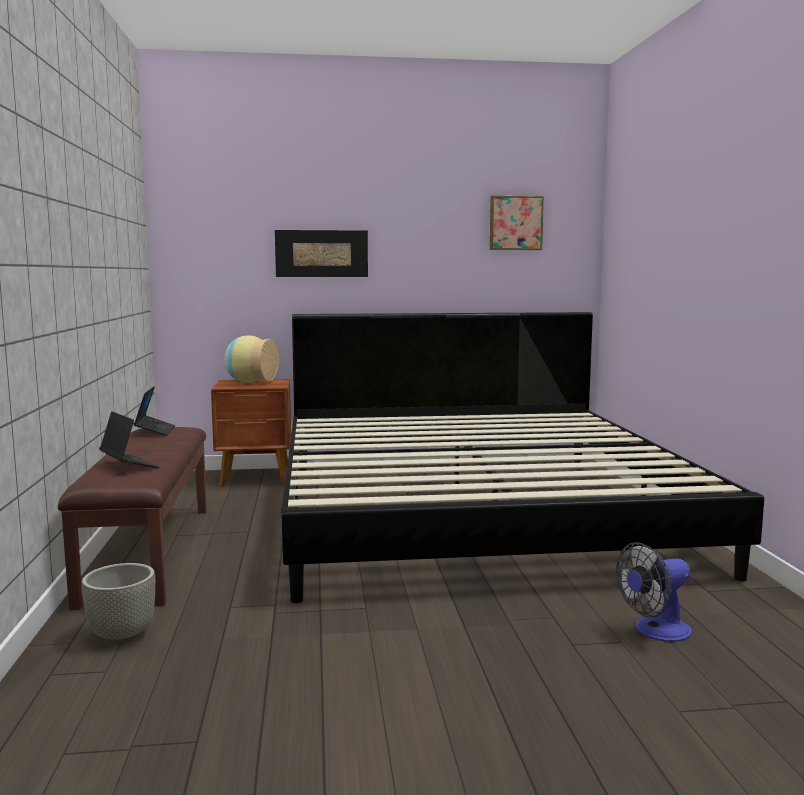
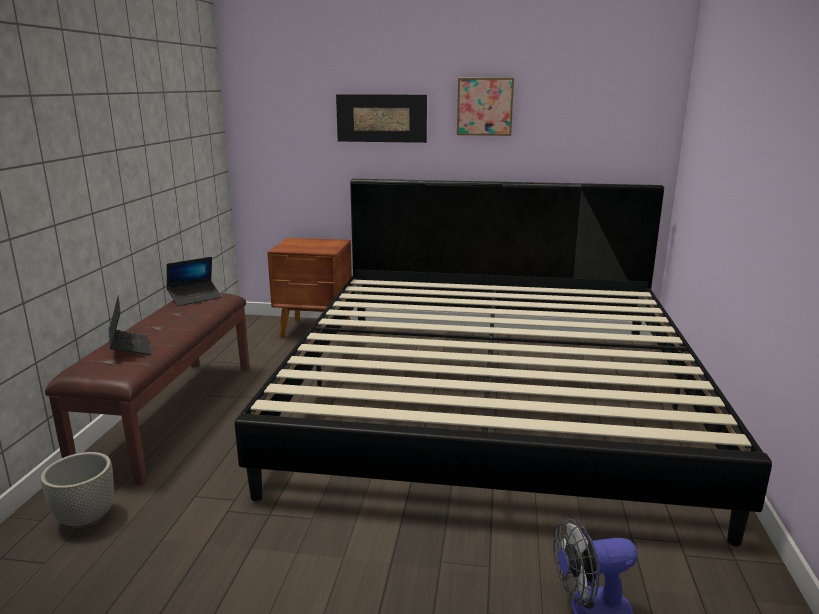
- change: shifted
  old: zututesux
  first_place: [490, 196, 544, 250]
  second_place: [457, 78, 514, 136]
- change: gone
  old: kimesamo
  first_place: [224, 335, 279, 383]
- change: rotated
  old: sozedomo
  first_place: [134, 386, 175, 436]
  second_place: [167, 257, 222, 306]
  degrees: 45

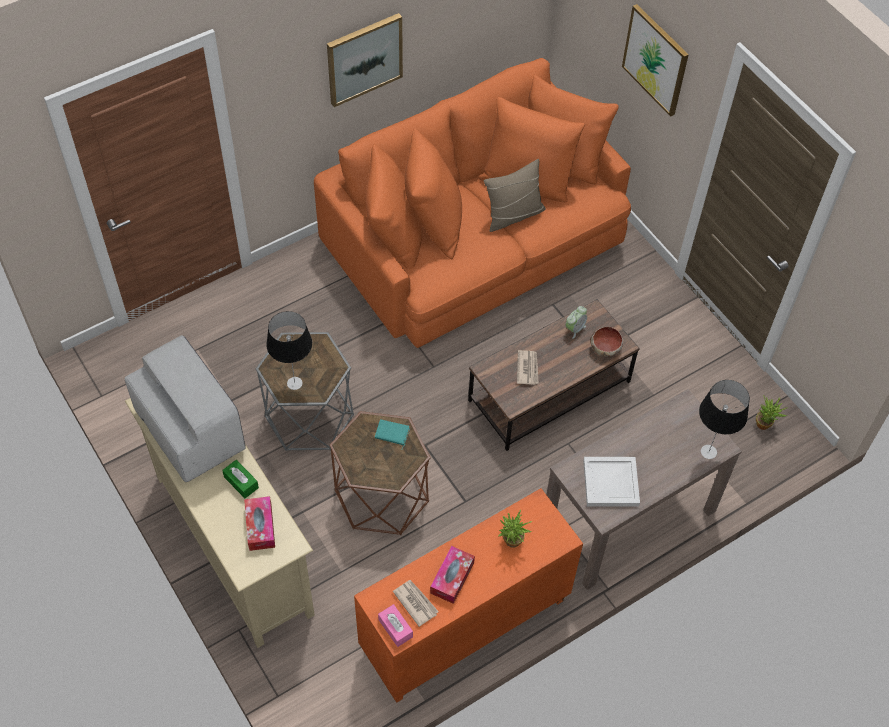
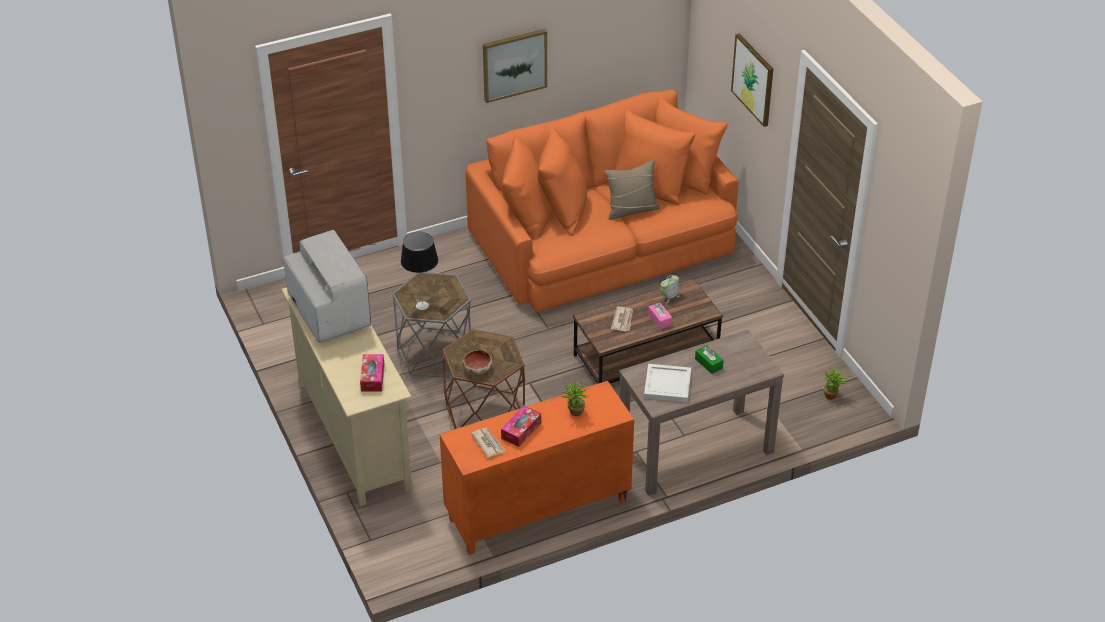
- change: shifted
  old: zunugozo
  first_place: [591, 327, 623, 356]
  second_place: [463, 350, 492, 375]
- change: gone
  old: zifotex
  first_place: [699, 380, 750, 459]
- change: gone
  old: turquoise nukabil
  first_place: [375, 419, 410, 449]
- change: shifted
  old: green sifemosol
  first_place: [222, 460, 259, 498]
  second_place: [695, 345, 724, 374]
- change: shifted
  old: pink sifemosol
  first_place: [378, 604, 413, 647]
  second_place: [648, 303, 672, 329]

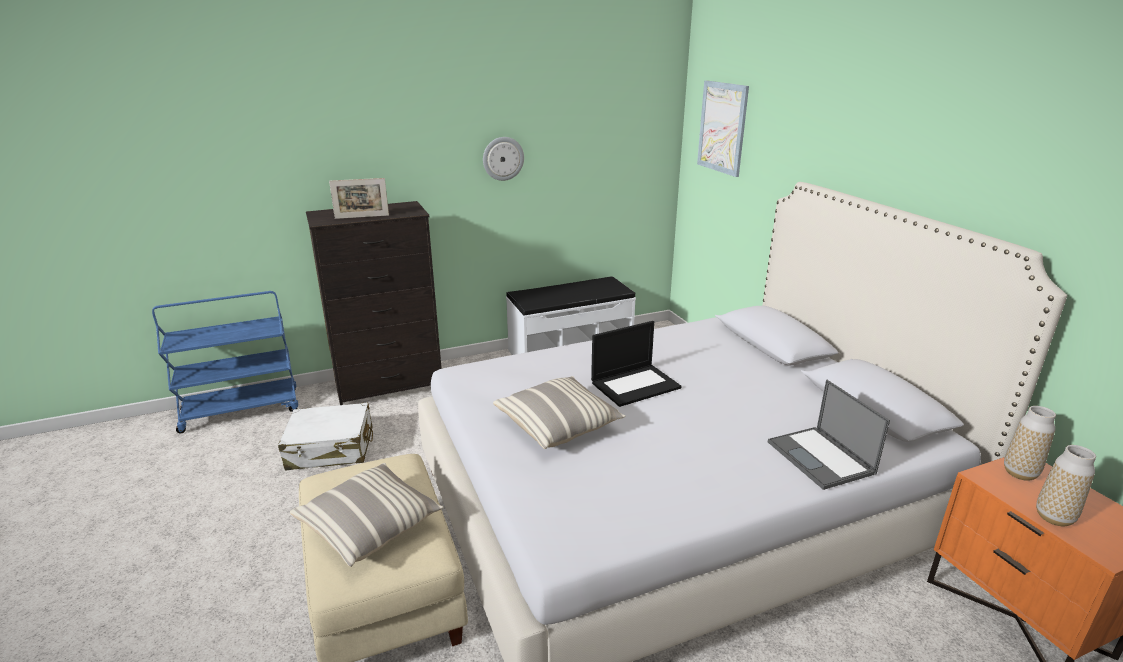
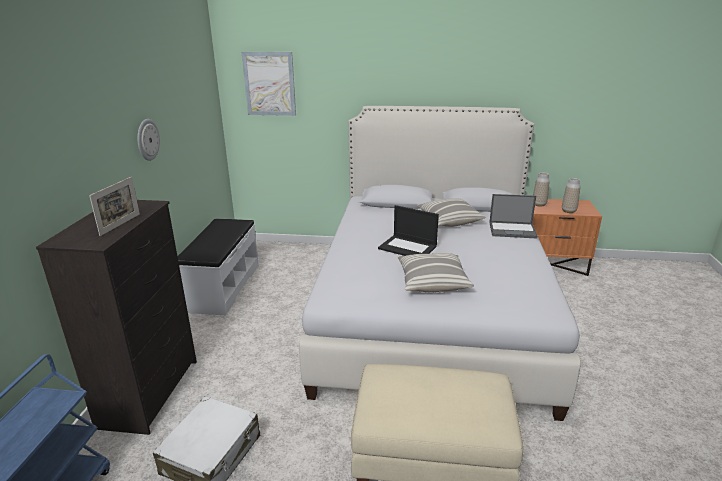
- change: rotated
  old: sozedomo
  first_place: [591, 321, 682, 407]
  second_place: [378, 205, 439, 256]
  degrees: 120
- change: shifted
  old: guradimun
  first_place: [290, 463, 443, 567]
  second_place: [417, 198, 485, 227]

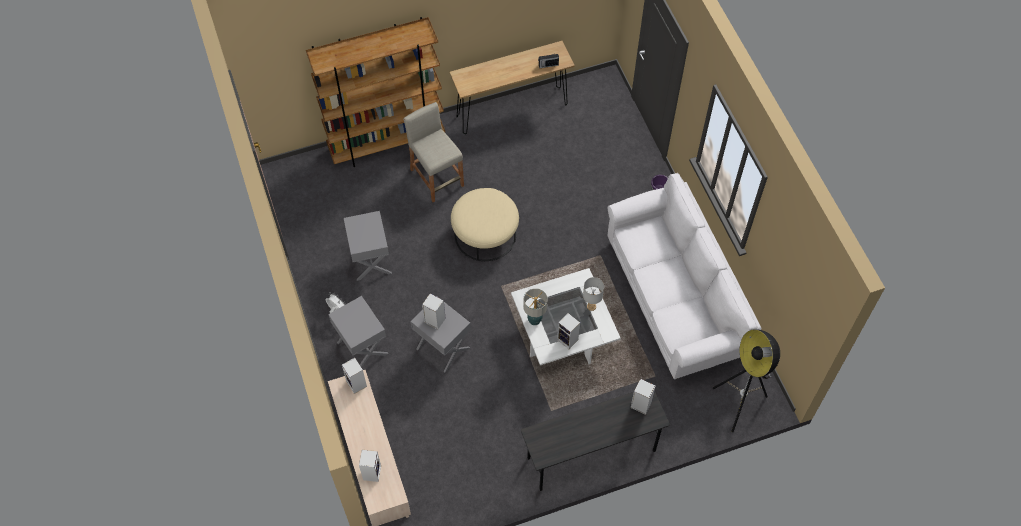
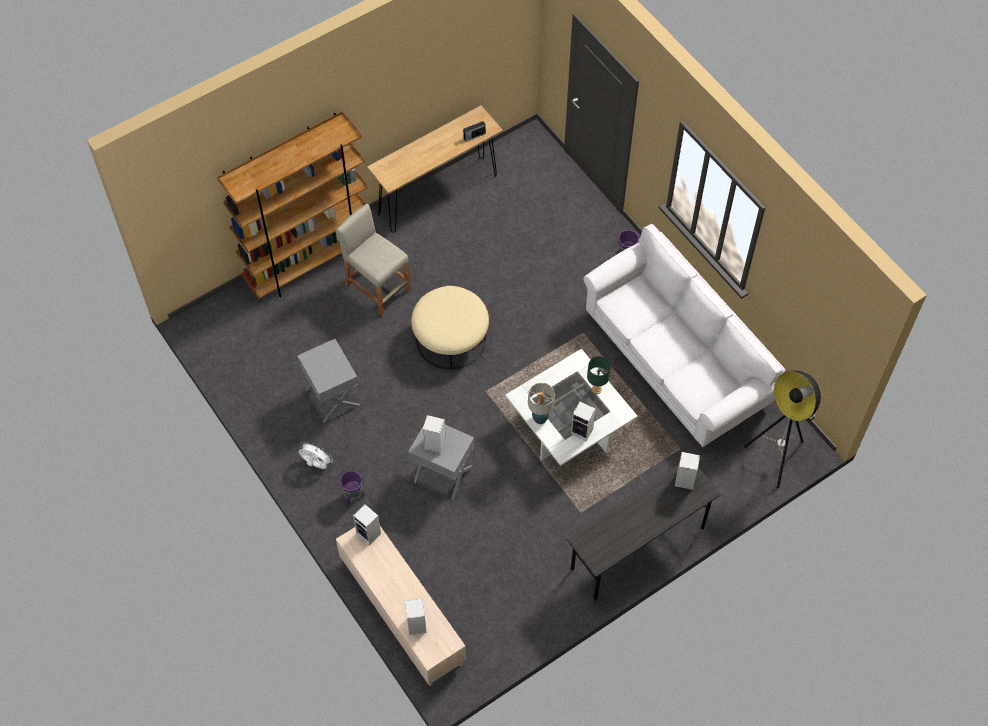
- change: repainted
  old: grey zifotex
  new: green zifotex
  first_place: [583, 277, 604, 311]
  second_place: [587, 356, 611, 394]
- change: swapped
  old: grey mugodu
  new: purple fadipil
  first_place: [328, 296, 388, 368]
  second_place: [339, 470, 365, 505]

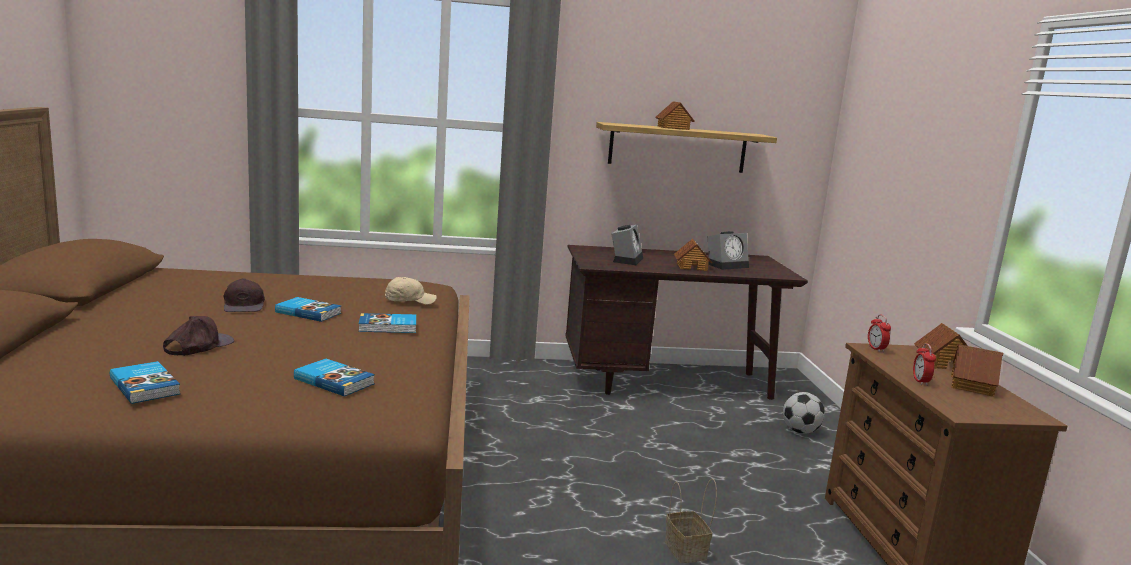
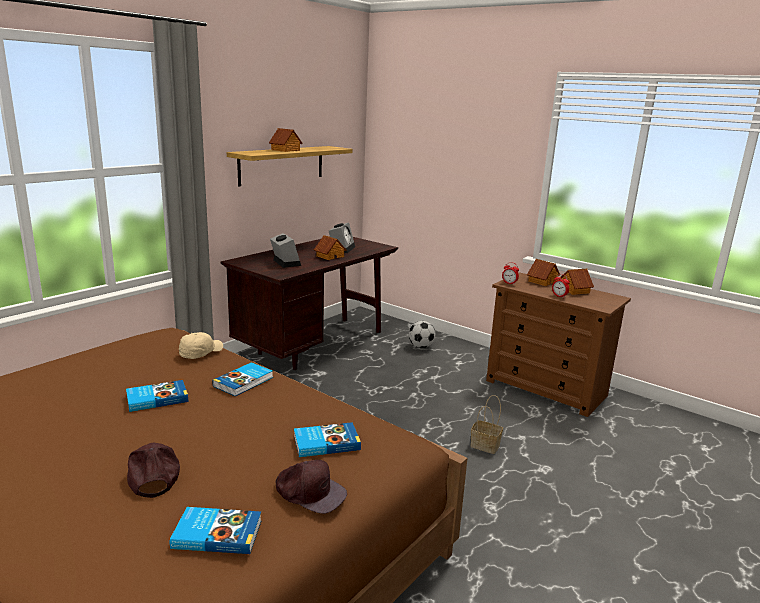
- change: shifted
  old: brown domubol
  first_place: [223, 278, 265, 312]
  second_place: [276, 460, 347, 514]

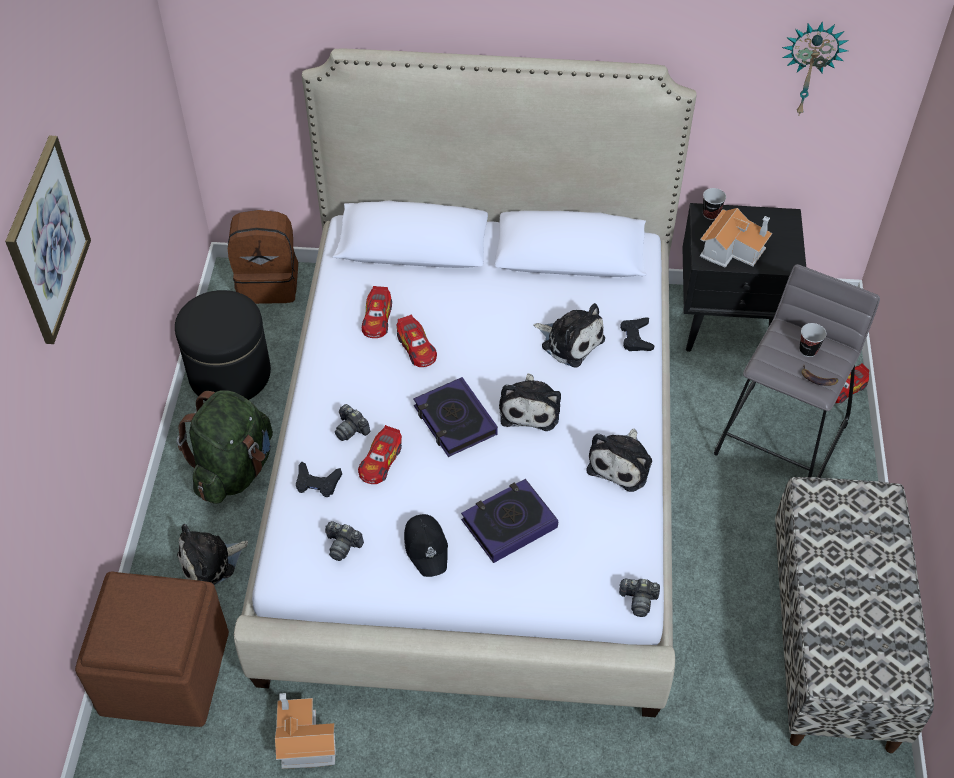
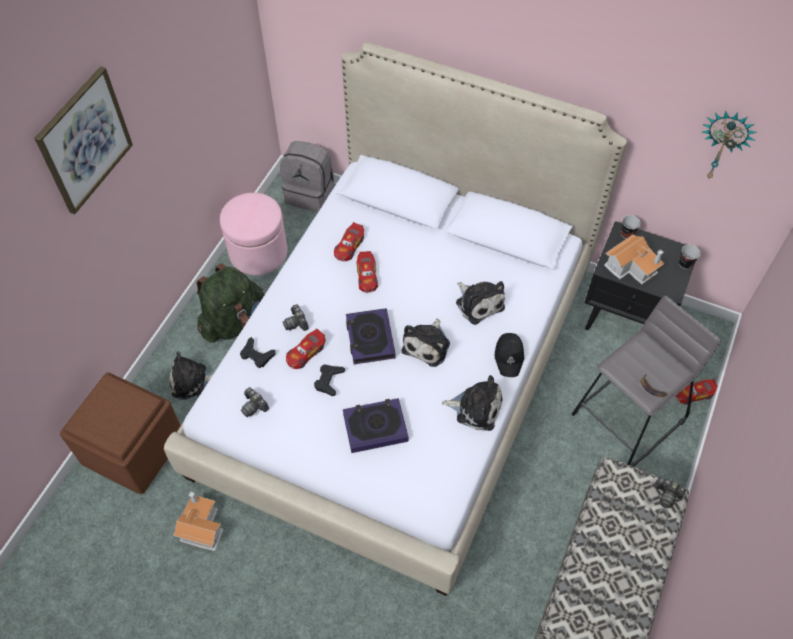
- change: repainted
  old: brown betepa
  new: grey betepa
  first_place: [228, 210, 298, 304]
  second_place: [280, 141, 334, 212]
- change: repainted
  old: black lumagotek
  new: pink lumagotek
  first_place: [175, 290, 271, 401]
  second_place: [220, 193, 288, 275]
- change: shifted
  old: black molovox
  first_place: [620, 317, 654, 351]
  second_place: [314, 365, 345, 396]
- change: shifted
  old: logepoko
  first_place: [799, 323, 827, 357]
  second_place: [679, 245, 701, 269]
- change: rotated
  old: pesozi
  first_place: [586, 428, 652, 492]
  second_place: [442, 375, 503, 431]
  degrees: -120
- change: shifted
  old: black domubol
  first_place: [404, 514, 448, 577]
  second_place: [495, 333, 524, 377]
- change: shifted
  old: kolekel
  first_place: [619, 579, 660, 617]
  second_place: [654, 477, 686, 508]

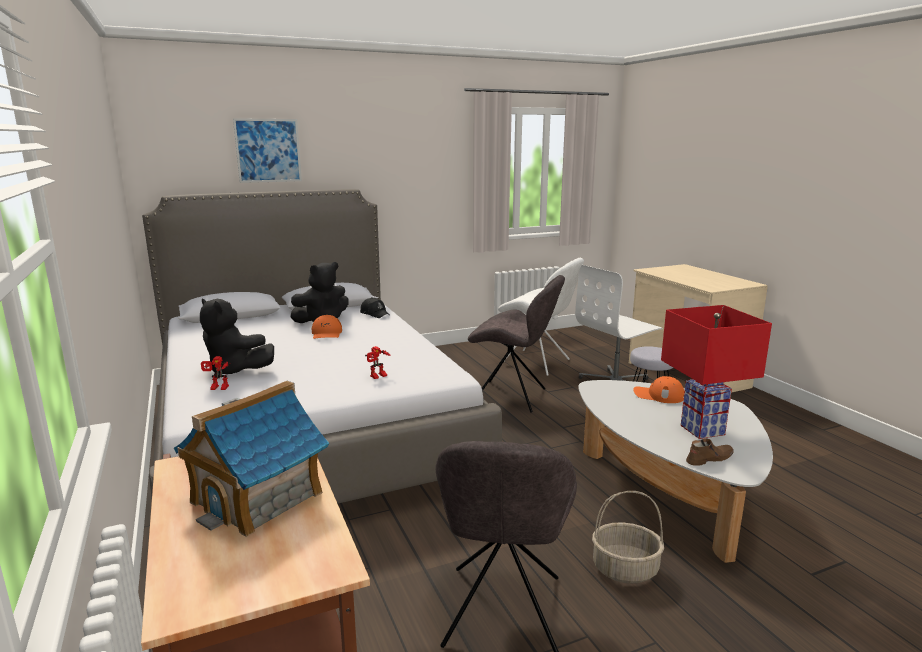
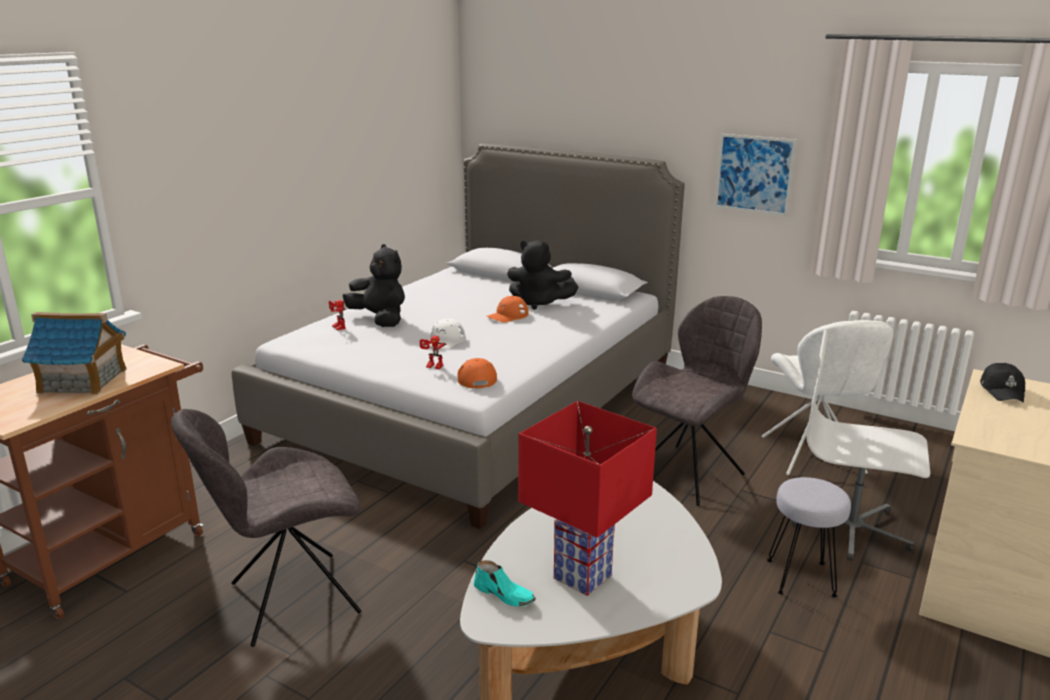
- change: shifted
  old: zututesux
  first_place: [233, 118, 302, 183]
  second_place: [715, 134, 796, 216]
- change: rotated
  old: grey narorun
  first_place: [468, 275, 565, 413]
  second_place: [632, 296, 762, 506]
  degrees: -120
- change: shifted
  old: black domubol
  first_place: [360, 297, 390, 318]
  second_place: [980, 363, 1025, 403]
- change: rotated
  old: black pesozi
  first_place: [200, 299, 274, 379]
  second_place: [343, 244, 405, 327]
  degrees: 135
- change: shifted
  old: orange domubol
  first_place: [633, 376, 684, 403]
  second_place: [457, 358, 497, 388]
- change: repainted
  old: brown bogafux
  new: turquoise bogafux
  first_place: [686, 438, 734, 466]
  second_place: [474, 560, 536, 606]
- change: gone
  old: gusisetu
  first_place: [592, 491, 664, 584]
- change: new
  new: white domubol
  second_place: [429, 319, 465, 349]

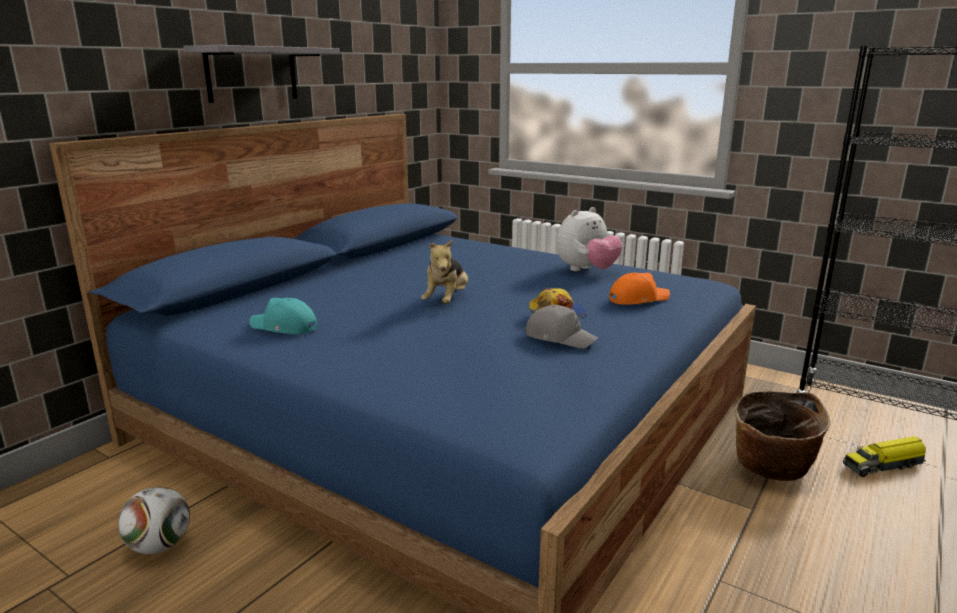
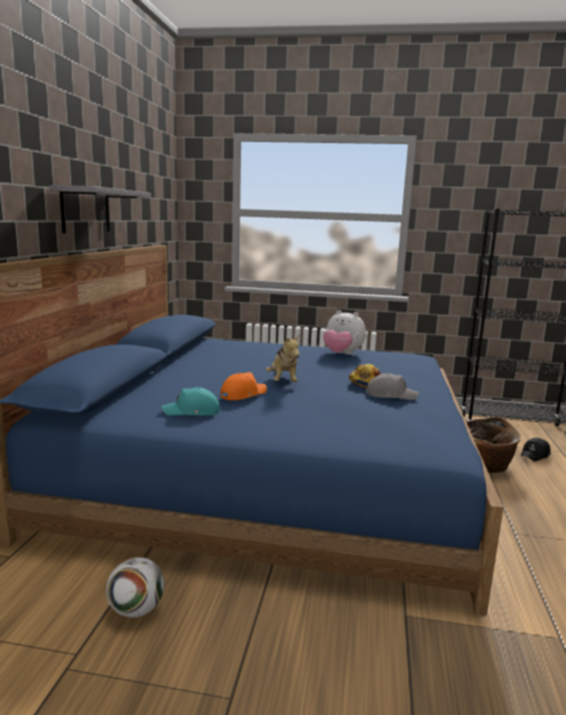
- change: rotated
  old: pesozi
  first_place: [556, 207, 623, 271]
  second_place: [323, 310, 366, 355]
  degrees: 90
- change: shifted
  old: orange domubol
  first_place: [609, 273, 670, 305]
  second_place: [220, 372, 267, 400]
- change: swapped
  old: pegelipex
  new: black domubol
  first_place: [843, 436, 926, 477]
  second_place: [520, 438, 550, 462]

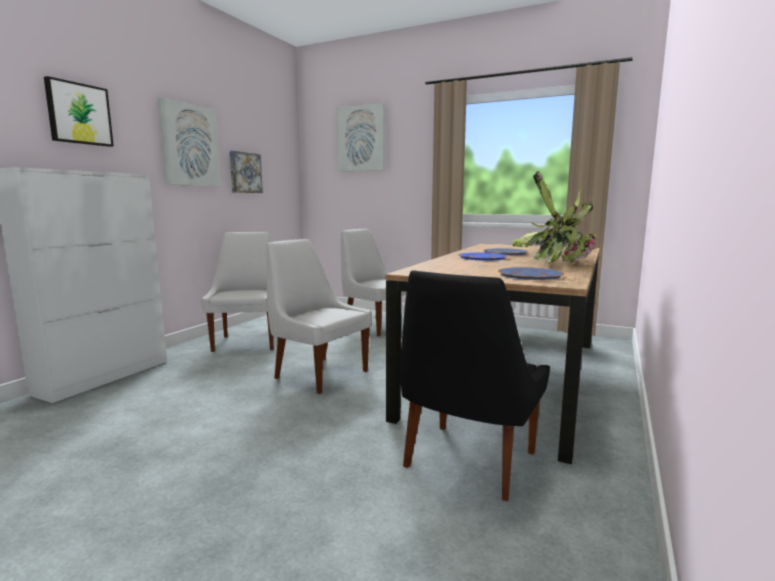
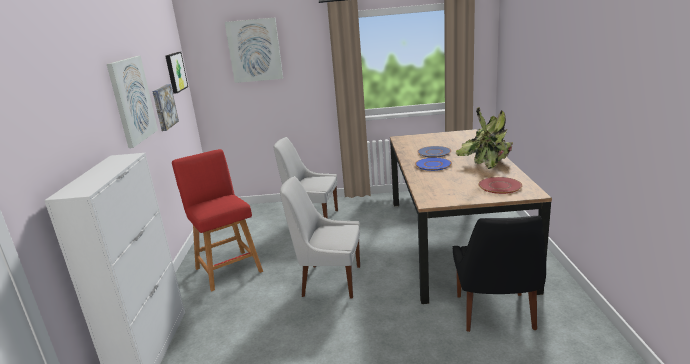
- change: shifted
  old: zututesux
  first_place: [44, 76, 114, 147]
  second_place: [165, 52, 188, 94]
- change: swapped
  old: white narorun
  new: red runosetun
  first_place: [201, 232, 274, 352]
  second_place: [172, 149, 263, 291]
- change: repainted
  old: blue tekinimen
  new: red tekinimen
  first_place: [498, 267, 564, 280]
  second_place: [479, 177, 522, 194]

